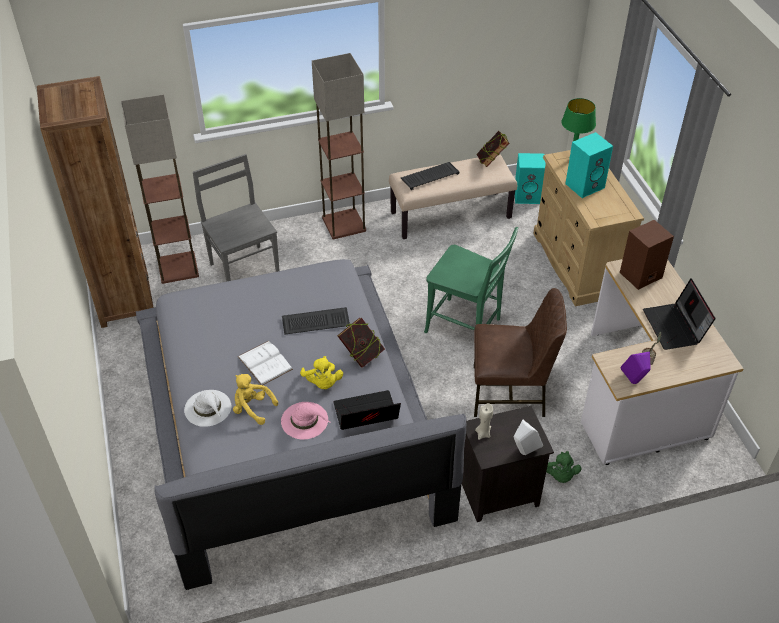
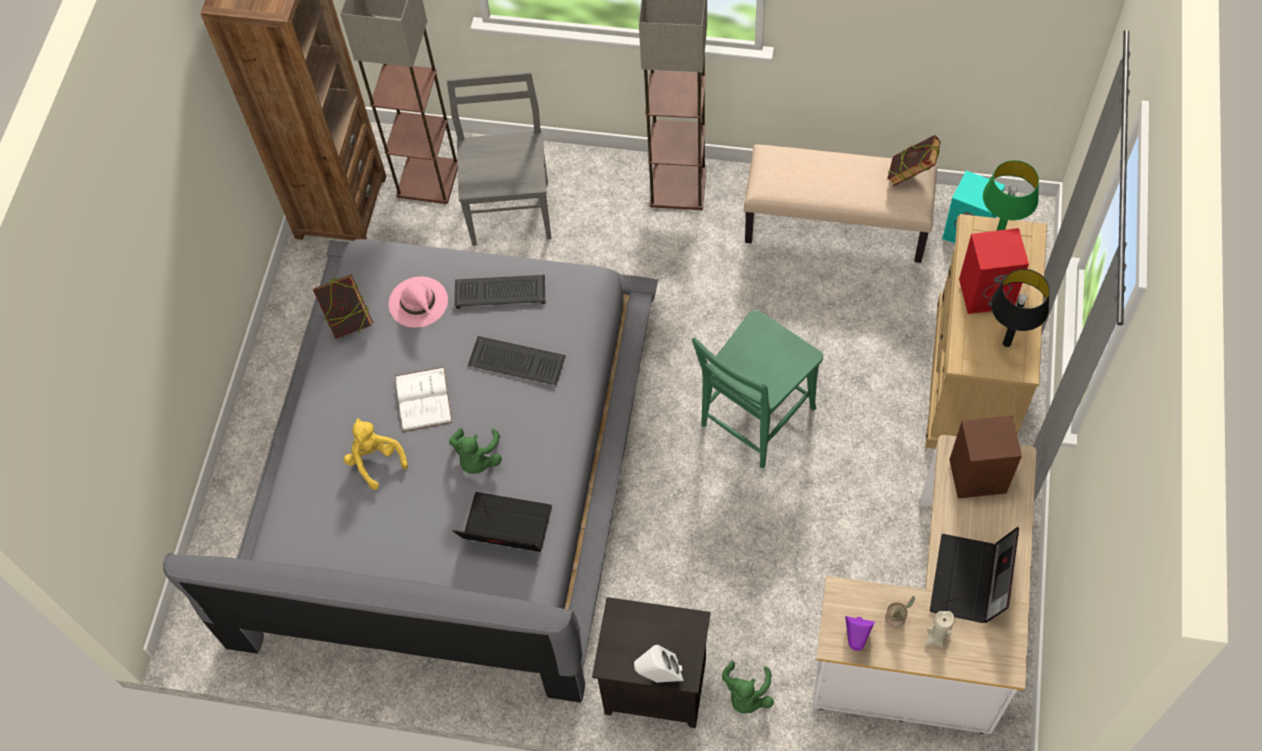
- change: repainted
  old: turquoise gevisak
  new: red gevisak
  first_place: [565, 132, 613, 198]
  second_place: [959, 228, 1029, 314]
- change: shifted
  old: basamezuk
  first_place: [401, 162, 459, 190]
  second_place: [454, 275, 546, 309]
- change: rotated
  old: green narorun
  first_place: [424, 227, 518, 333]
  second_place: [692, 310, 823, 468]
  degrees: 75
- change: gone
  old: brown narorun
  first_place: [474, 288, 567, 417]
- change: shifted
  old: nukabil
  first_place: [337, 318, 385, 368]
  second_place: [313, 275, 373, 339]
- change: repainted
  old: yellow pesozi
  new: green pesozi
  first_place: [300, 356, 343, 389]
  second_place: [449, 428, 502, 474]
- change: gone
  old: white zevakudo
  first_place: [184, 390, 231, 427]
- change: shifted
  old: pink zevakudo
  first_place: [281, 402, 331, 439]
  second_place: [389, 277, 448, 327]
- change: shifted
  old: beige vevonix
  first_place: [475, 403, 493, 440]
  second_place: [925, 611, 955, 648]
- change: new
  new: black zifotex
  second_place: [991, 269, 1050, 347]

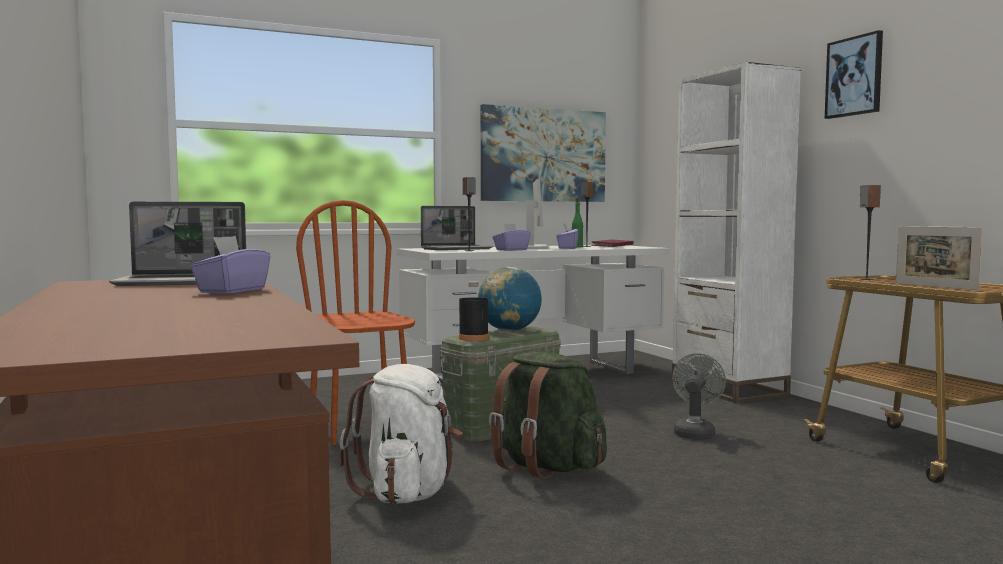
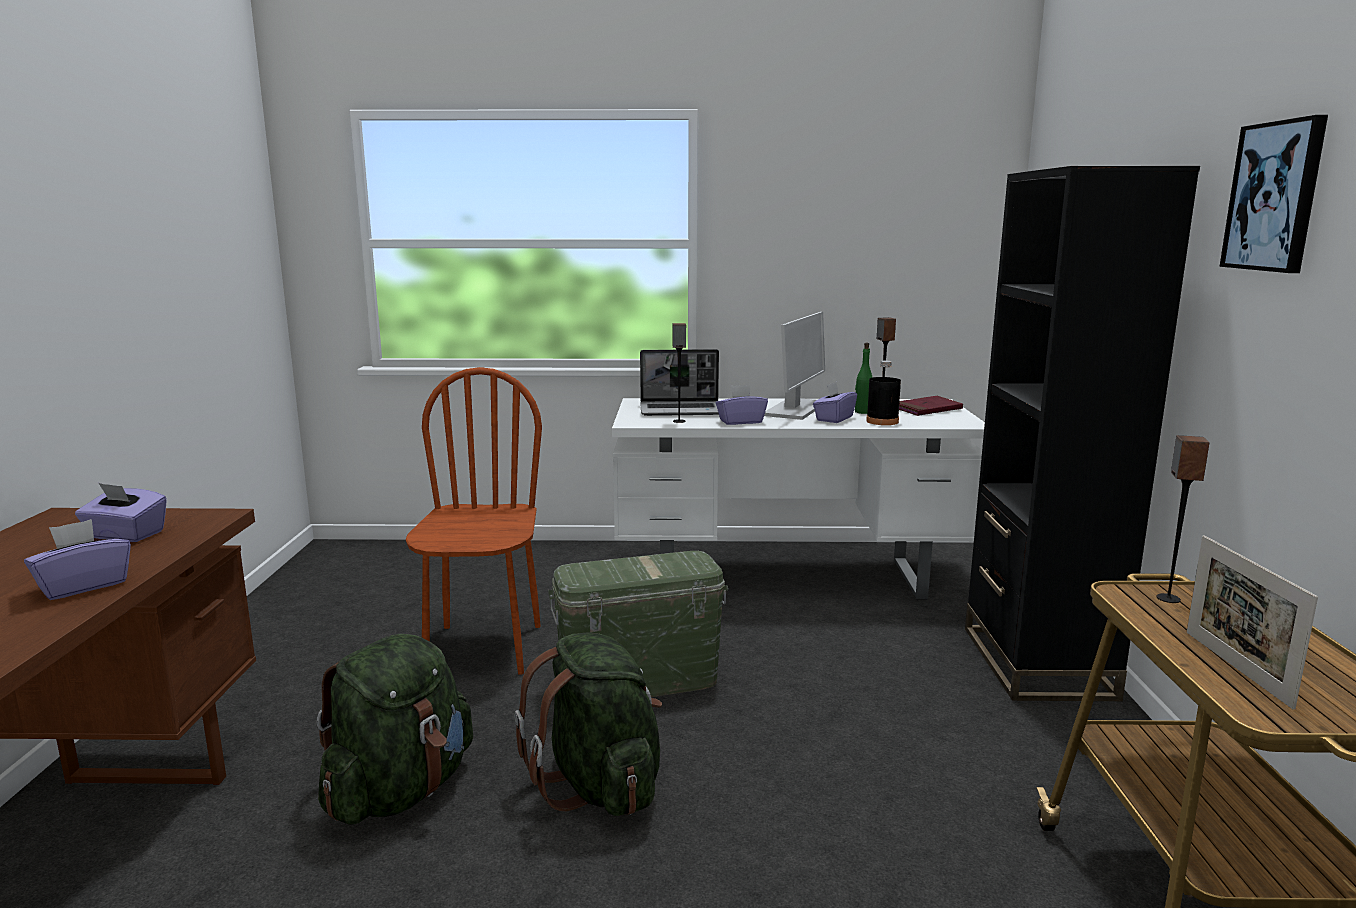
- change: repainted
  old: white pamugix
  new: black pamugix
  first_place: [672, 62, 801, 403]
  second_place: [965, 166, 1200, 701]
- change: gone
  old: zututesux
  first_place: [481, 104, 606, 202]
- change: swapped
  old: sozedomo
  new: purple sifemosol
  first_place: [109, 202, 246, 286]
  second_place: [75, 483, 167, 542]
- change: gone
  old: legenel
  first_place: [478, 267, 542, 331]
- change: shifted
  old: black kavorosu
  first_place: [459, 281, 489, 341]
  second_place: [866, 361, 901, 425]
- change: gone
  old: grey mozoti
  first_place: [672, 353, 726, 439]
- change: repainted
  old: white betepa
  new: green betepa
  first_place: [338, 364, 462, 504]
  second_place: [317, 634, 473, 825]

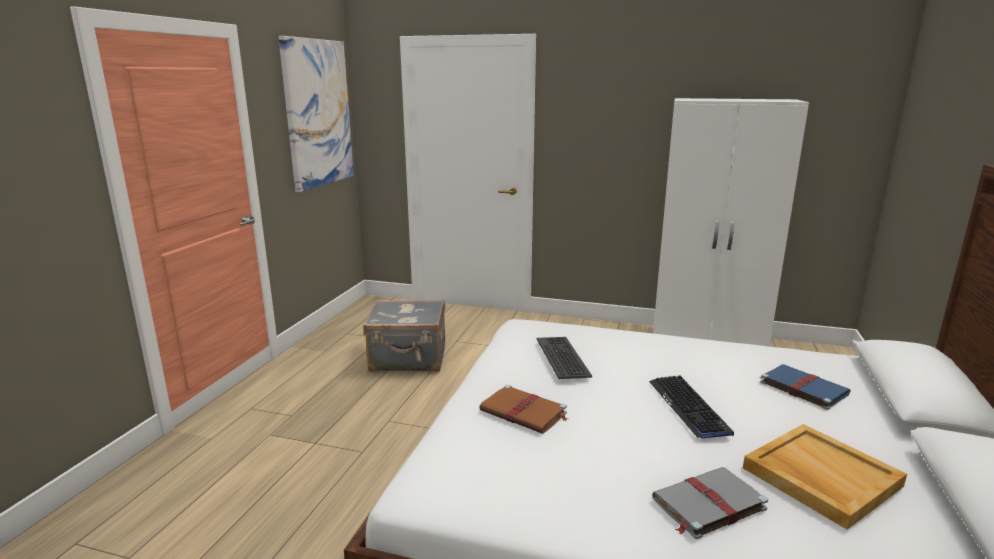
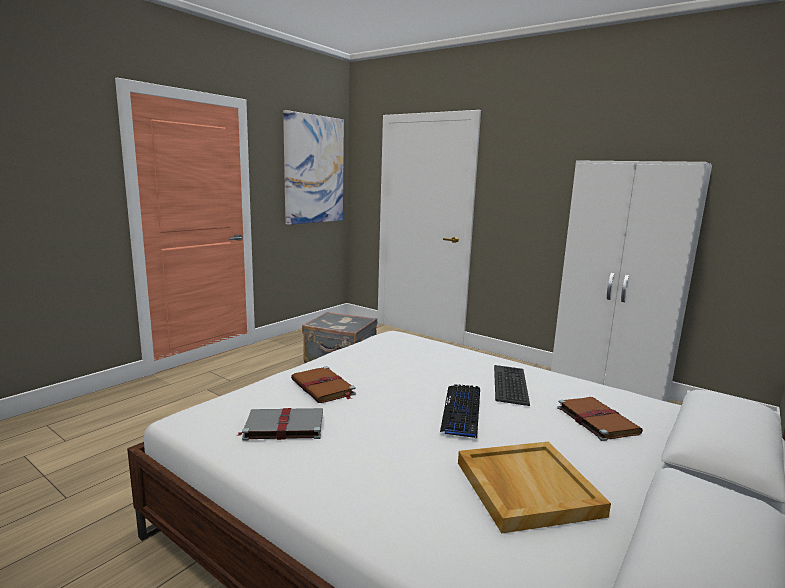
- change: shifted
  old: basamezuk
  first_place: [537, 337, 592, 379]
  second_place: [494, 365, 530, 406]
- change: repainted
  old: blue nukabil
  new: brown nukabil
  first_place: [758, 364, 851, 410]
  second_place: [557, 397, 643, 441]
- change: shifted
  old: grey nukabil
  first_place: [652, 467, 768, 539]
  second_place: [236, 408, 323, 441]

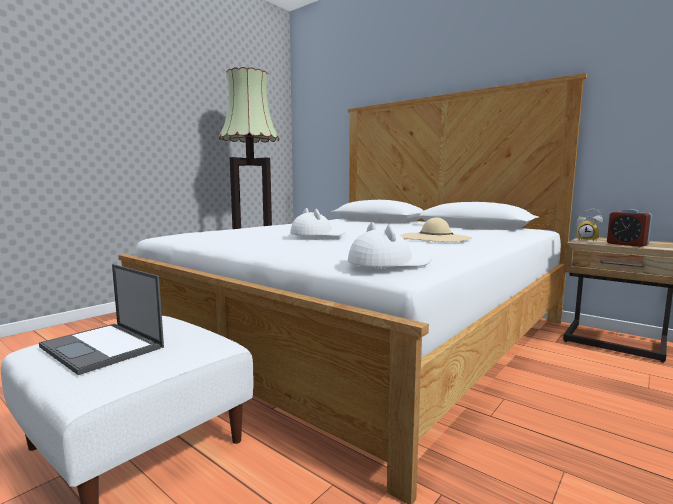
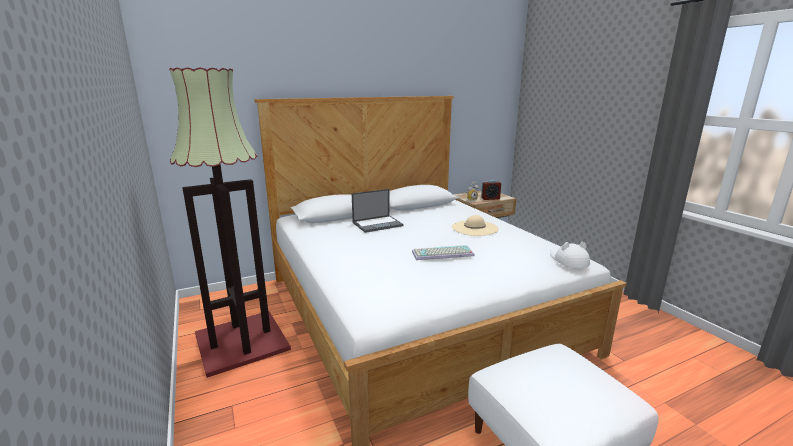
- change: swapped
  old: white zevakudo
  new: basamezuk
  first_place: [290, 208, 346, 236]
  second_place: [412, 245, 475, 260]
- change: shifted
  old: sozedomo
  first_place: [39, 264, 164, 375]
  second_place: [352, 189, 404, 233]

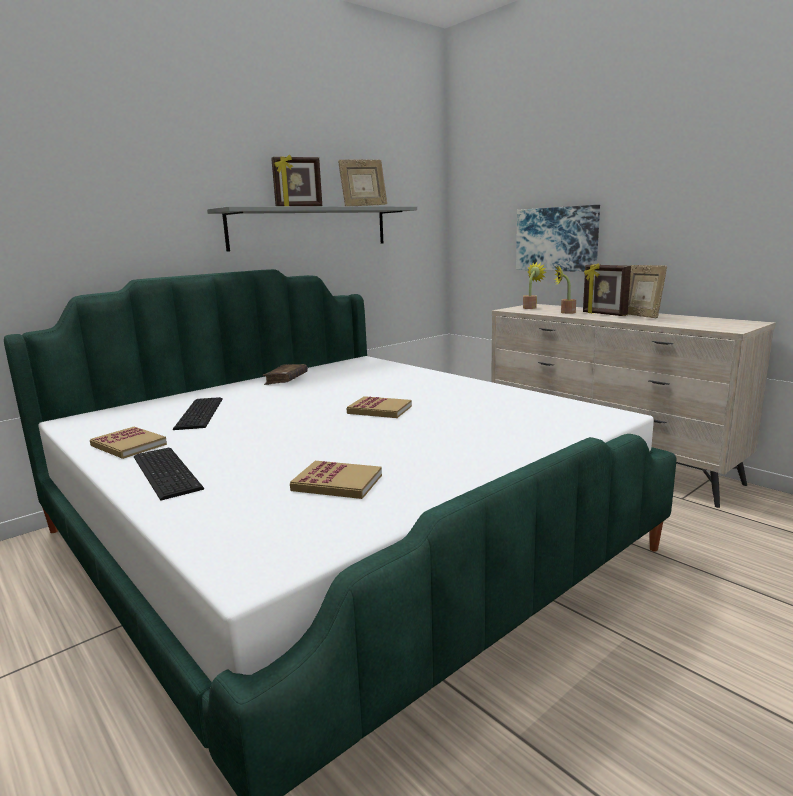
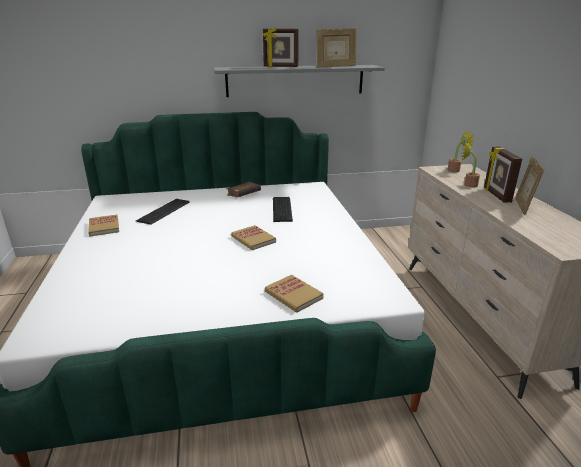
- change: gone
  old: zututesux
  first_place: [516, 205, 600, 272]
- change: shifted
  old: basamezuk
  first_place: [134, 447, 204, 501]
  second_place: [273, 197, 293, 222]
- change: shifted
  old: nukabil
  first_place: [290, 461, 382, 499]
  second_place: [265, 275, 324, 313]

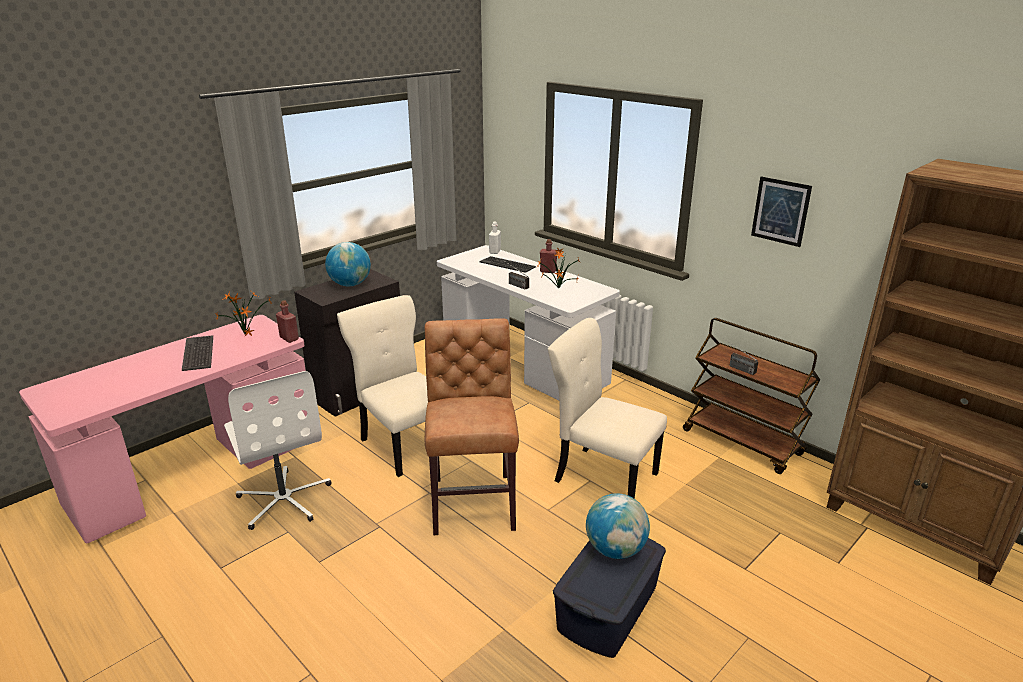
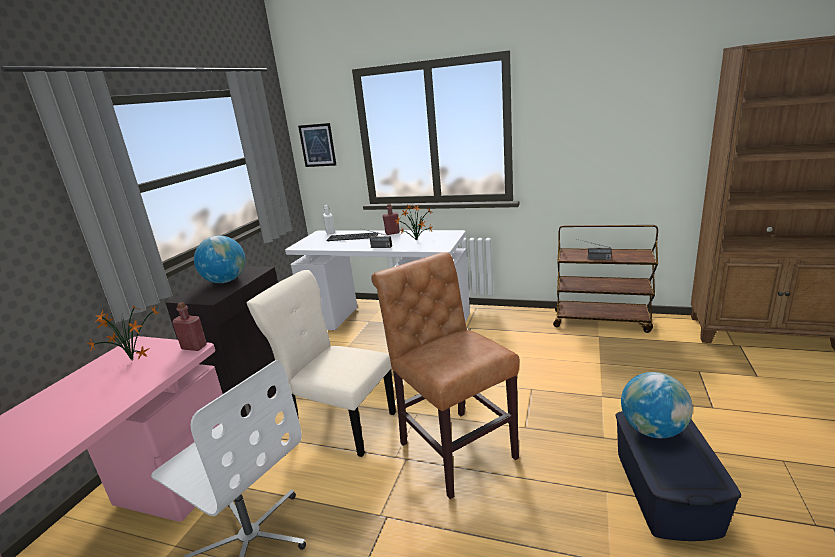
- change: shifted
  old: zututesux
  first_place: [751, 176, 812, 247]
  second_place: [298, 123, 336, 167]
- change: gone
  old: beige narorun
  first_place: [548, 318, 667, 499]
- change: gone
  old: basamezuk
  first_place: [182, 335, 213, 371]

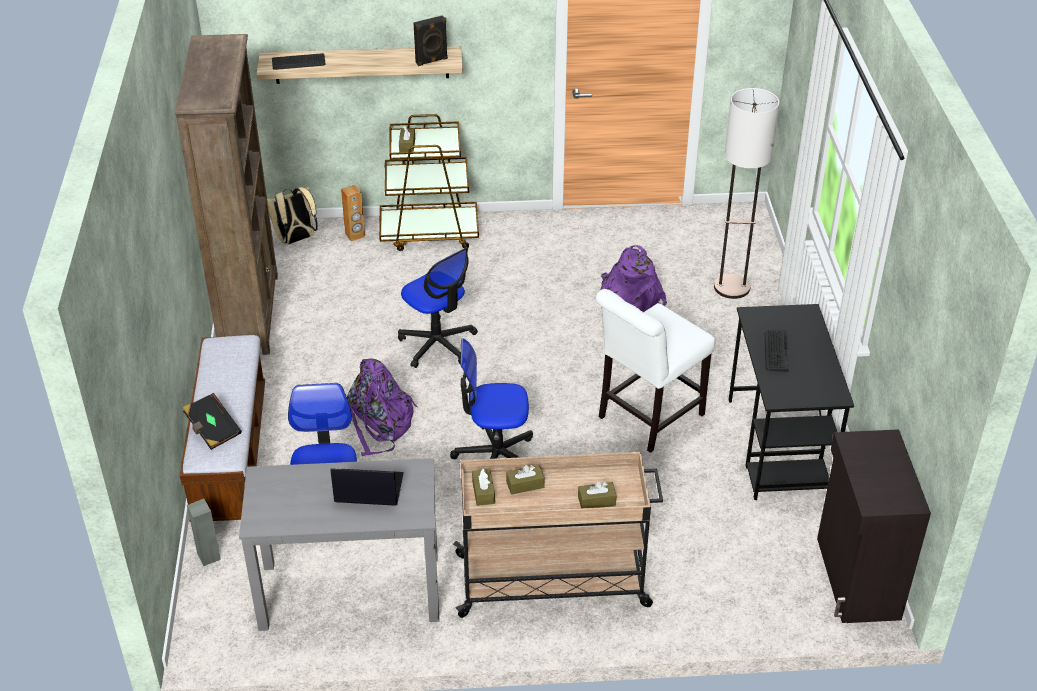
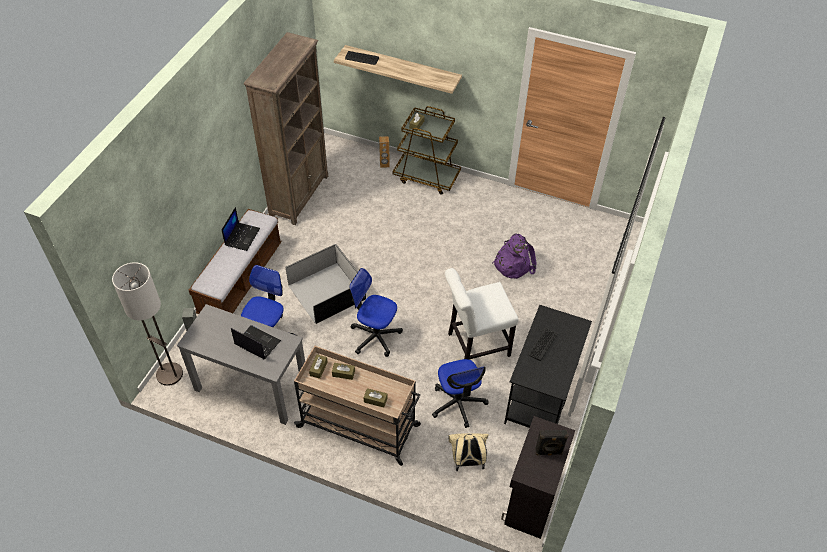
- change: shifted
  old: black gevisak
  first_place: [413, 15, 448, 66]
  second_place: [535, 430, 569, 455]
- change: shifted
  old: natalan
  first_place: [714, 88, 780, 299]
  second_place: [112, 262, 183, 386]
- change: shifted
  old: beige betepa
  first_place: [267, 187, 317, 245]
  second_place: [449, 433, 489, 471]
- change: shifted
  old: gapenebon
  first_place: [398, 247, 478, 368]
  second_place: [432, 359, 489, 428]
- change: swapped
  old: purple betepa
  new: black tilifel
  first_place: [347, 359, 418, 456]
  second_place: [285, 244, 366, 324]
- change: gone
  old: black nukabil
  first_place: [183, 393, 242, 450]
- change: new
  new: sozedomo
  second_place: [221, 207, 260, 251]

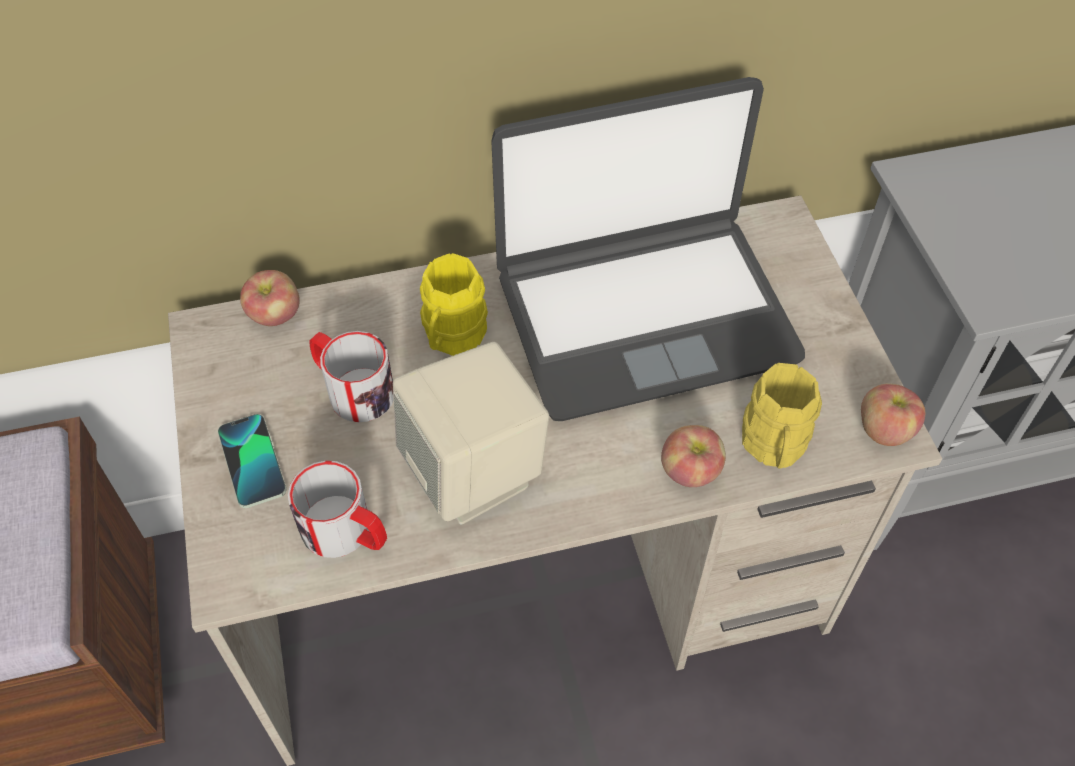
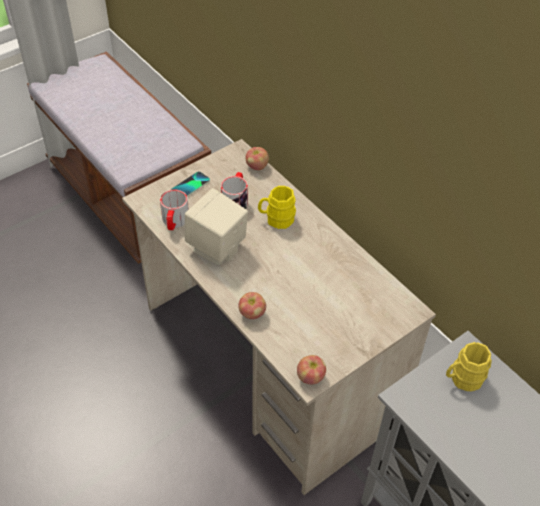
- change: gone
  old: sozedomo
  first_place: [491, 77, 805, 421]
- change: shifted
  old: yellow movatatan
  first_place: [742, 363, 822, 469]
  second_place: [446, 342, 492, 392]

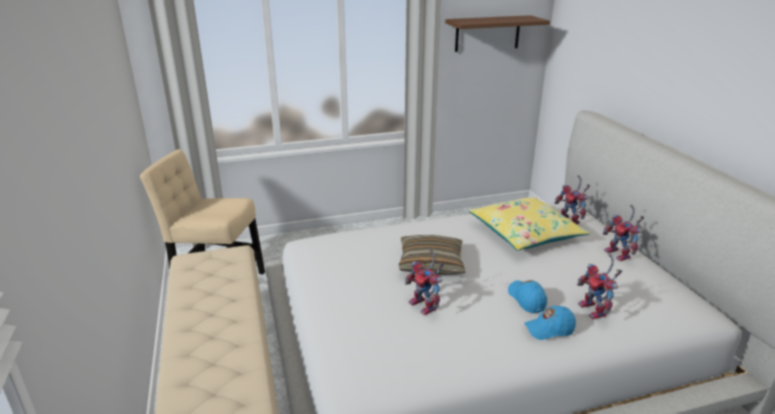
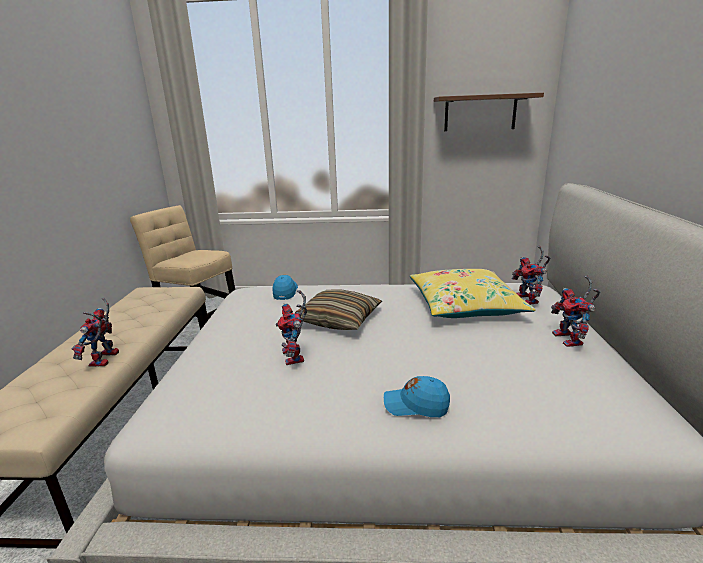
- change: shifted
  old: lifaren
  first_place: [577, 254, 622, 319]
  second_place: [72, 297, 119, 367]
- change: shifted
  old: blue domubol
  first_place: [508, 280, 547, 313]
  second_place: [272, 275, 298, 300]

